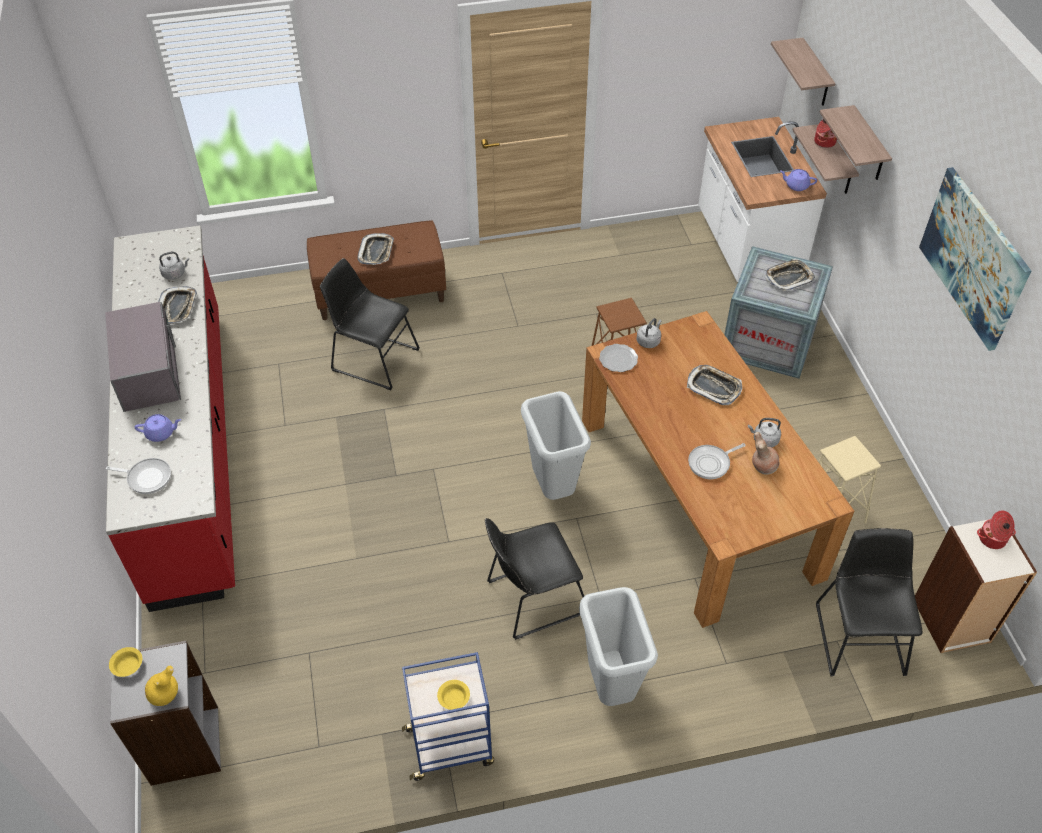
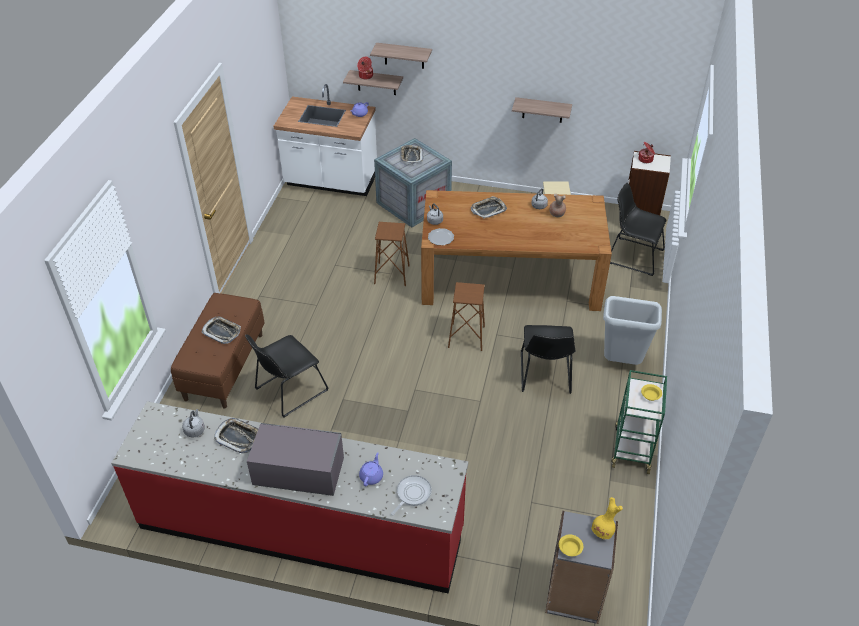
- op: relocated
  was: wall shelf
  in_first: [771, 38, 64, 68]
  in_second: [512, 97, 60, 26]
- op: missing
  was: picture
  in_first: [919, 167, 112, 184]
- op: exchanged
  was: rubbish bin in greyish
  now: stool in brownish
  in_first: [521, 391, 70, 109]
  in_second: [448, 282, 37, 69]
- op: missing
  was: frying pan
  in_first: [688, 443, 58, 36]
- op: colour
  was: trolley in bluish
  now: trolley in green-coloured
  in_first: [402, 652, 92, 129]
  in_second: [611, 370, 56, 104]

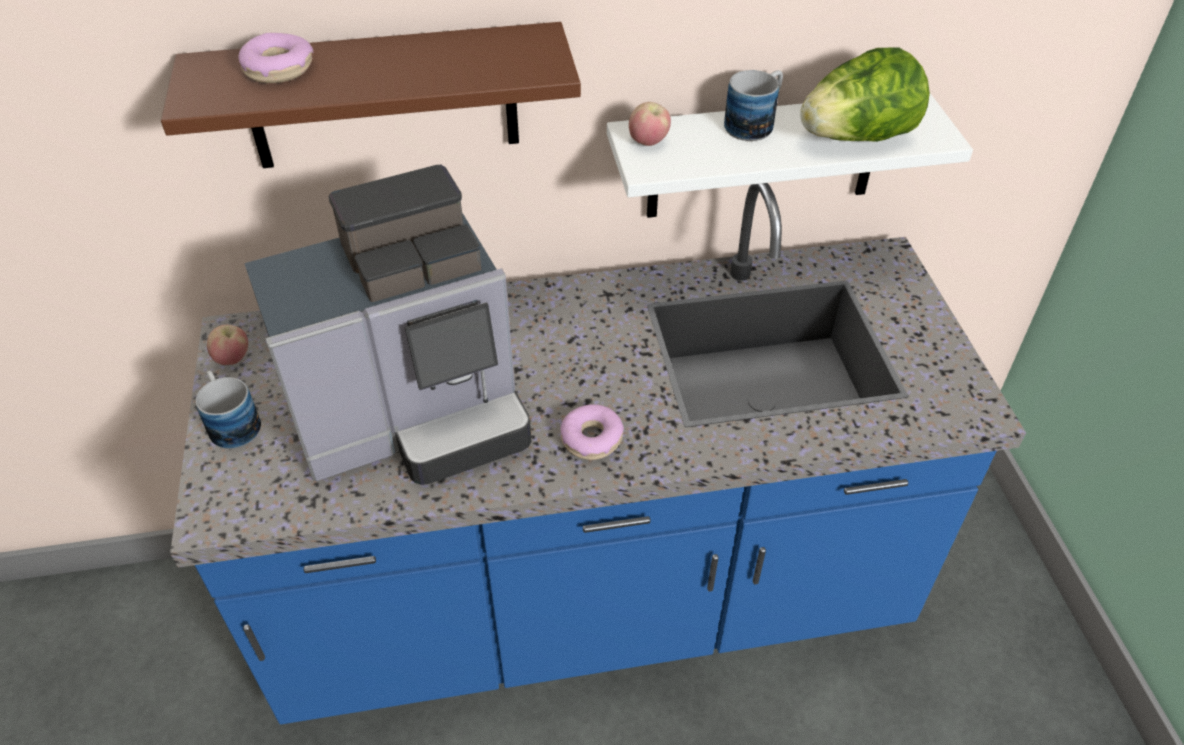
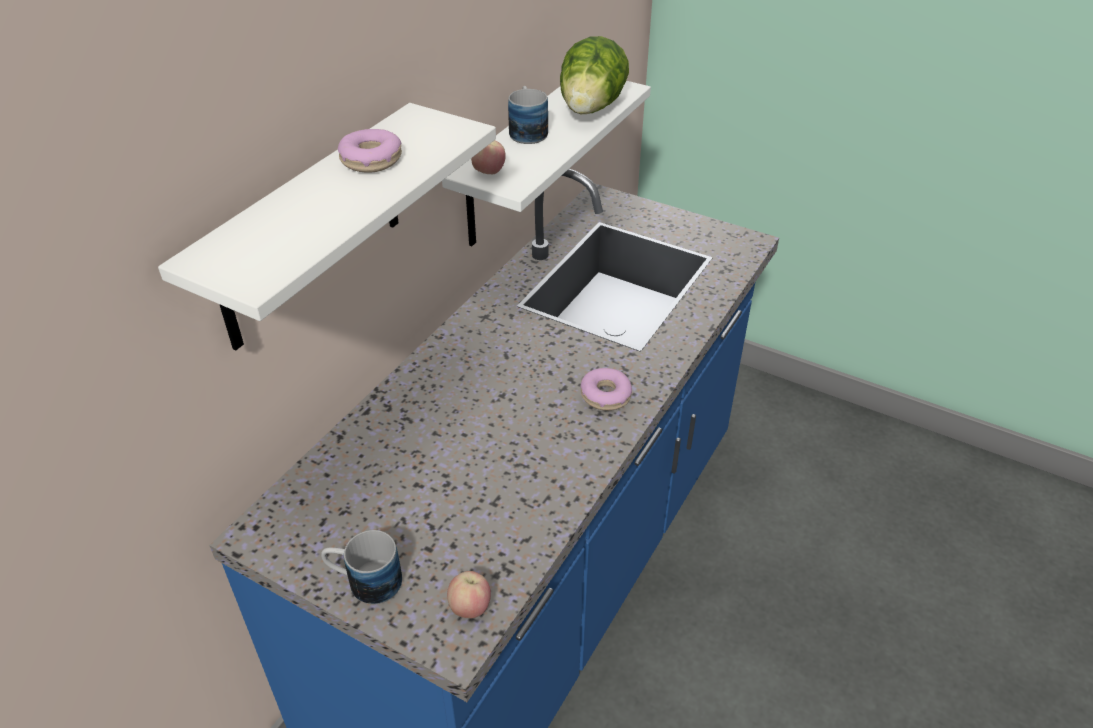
- op: colour
  was: wall shelf in brownish
  now: wall shelf in white
  in_first: [161, 22, 420, 146]
  in_second: [158, 103, 338, 247]
- op: relocated
  was: ring doughnut
  in_first: [238, 33, 75, 50]
  in_second: [338, 129, 64, 44]
- op: missing
  was: coffee brewer
  in_first: [244, 165, 288, 320]
- op: relocated
  was: apple
  in_first: [207, 325, 41, 40]
  in_second: [447, 571, 44, 47]

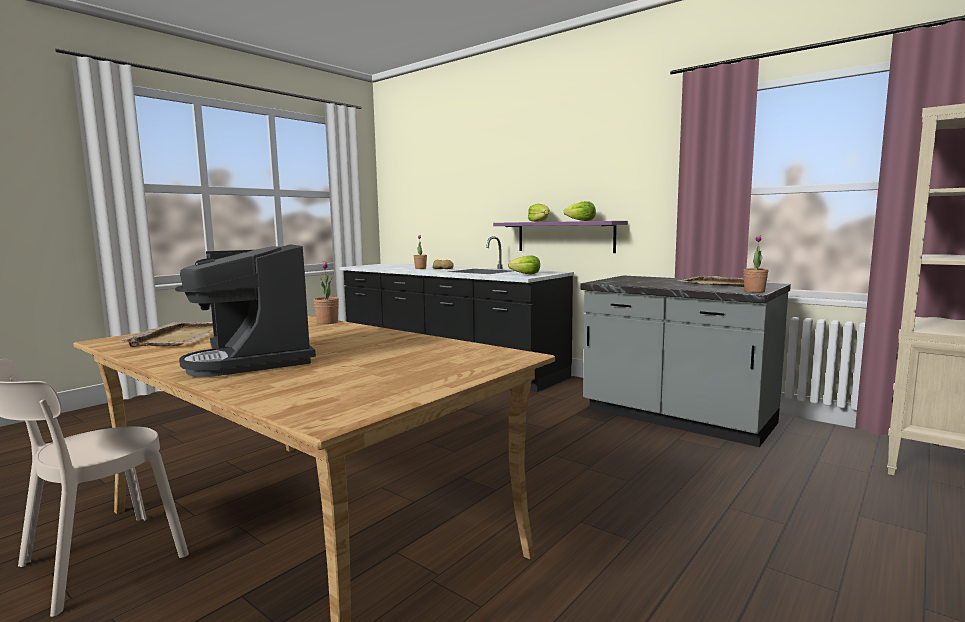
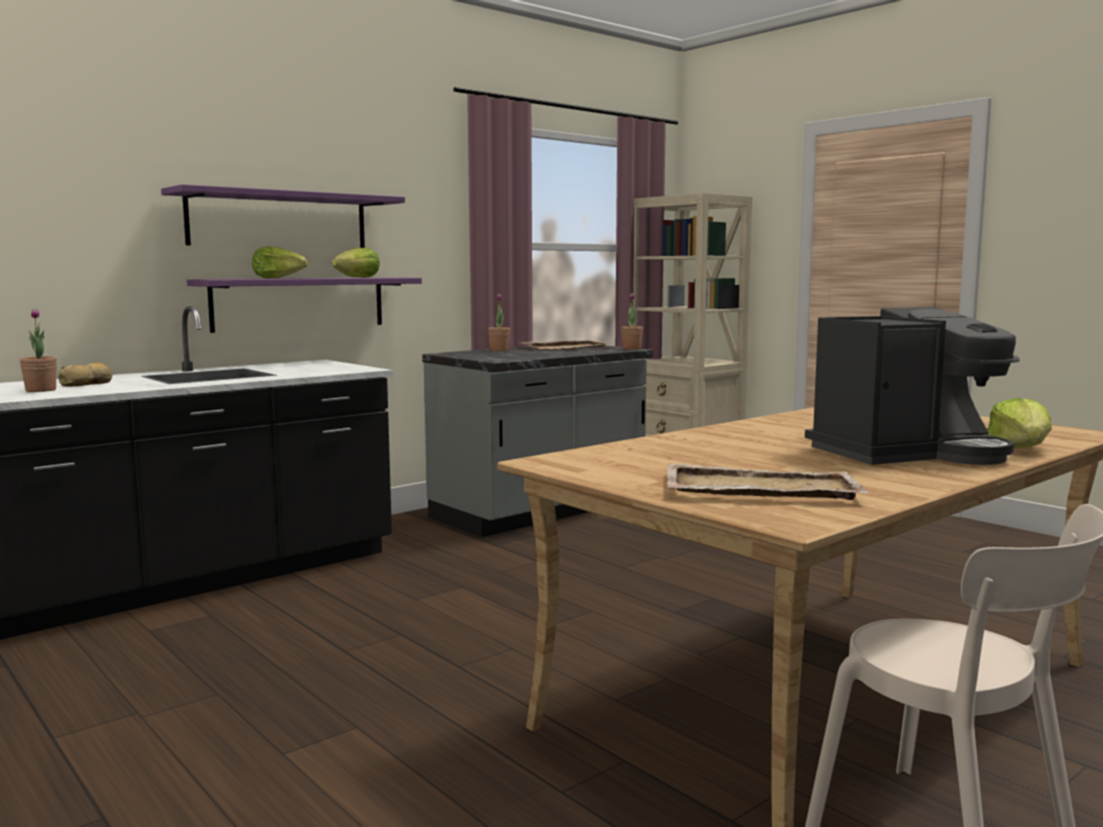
- op: relocated
  was: head of lettuce
  in_first: [508, 256, 32, 18]
  in_second: [986, 398, 66, 50]
- op: relocated
  was: plant in a pot
  in_first: [314, 261, 25, 63]
  in_second: [488, 294, 22, 57]
- op: appeared
  now: wall shelf in purple-coloured
  in_second: [161, 184, 244, 64]

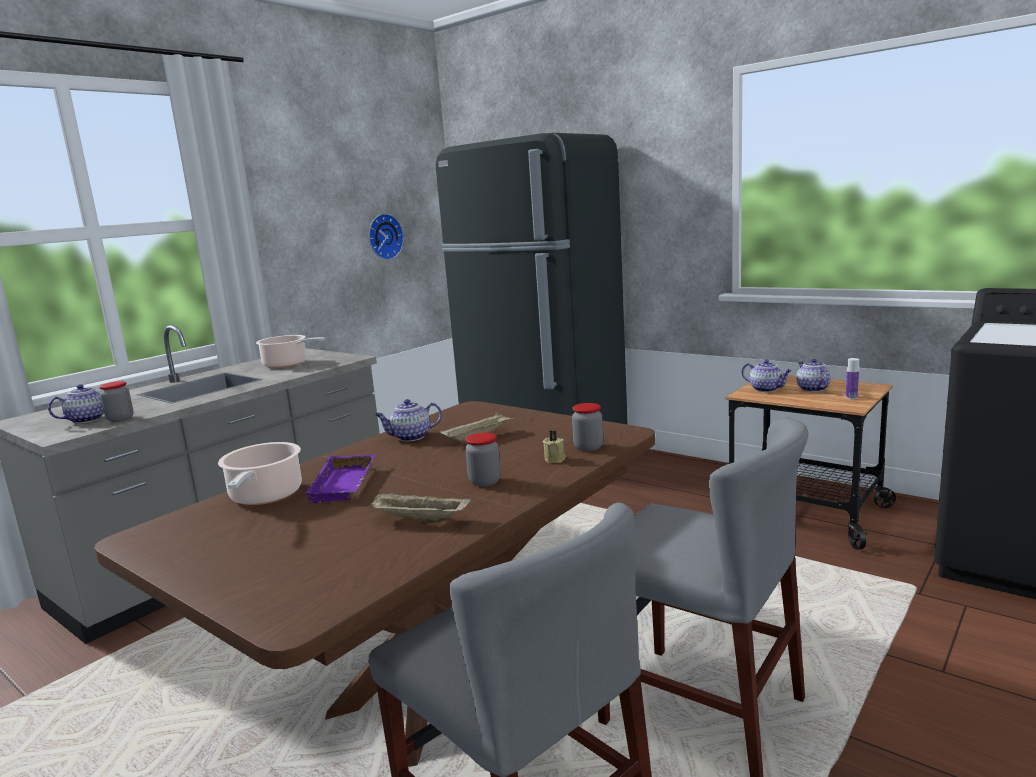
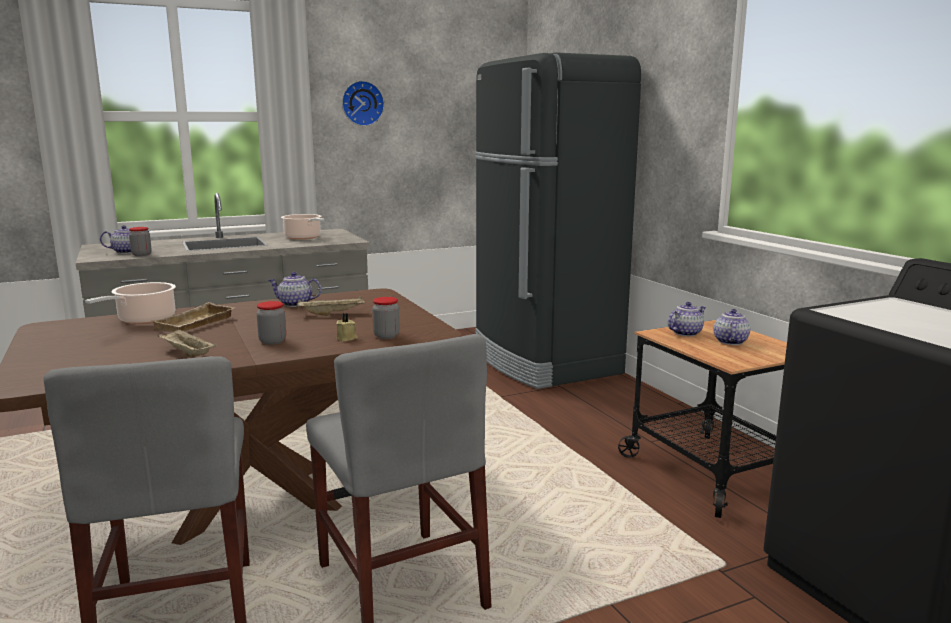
- op: relocated
  was: clock on the wall
  in_first: [369, 213, 35, 47]
  in_second: [342, 81, 42, 45]
- op: missing
  was: beverage bottle
  in_first: [846, 358, 13, 41]
- op: spun
  was: teapot
  in_first: [742, 360, 50, 32]
  in_second: [668, 302, 38, 34]
  clockwise: -105
- op: colour
  was: tray in purple-coloured
  now: tray in beige
  in_first: [303, 454, 73, 50]
  in_second: [153, 302, 83, 30]

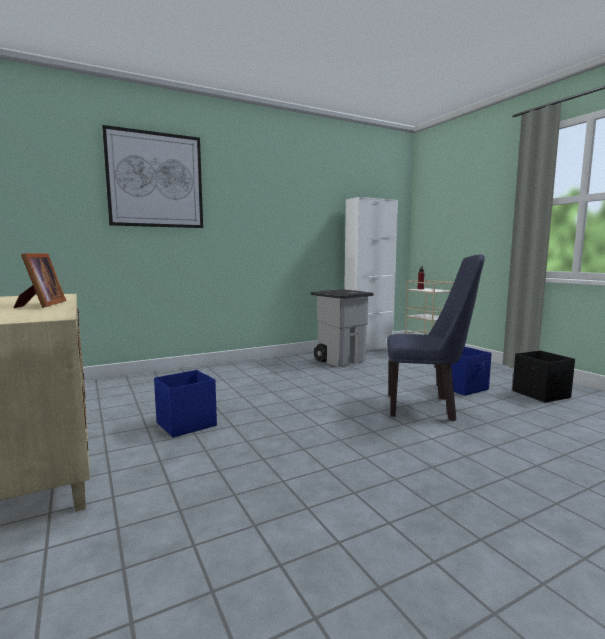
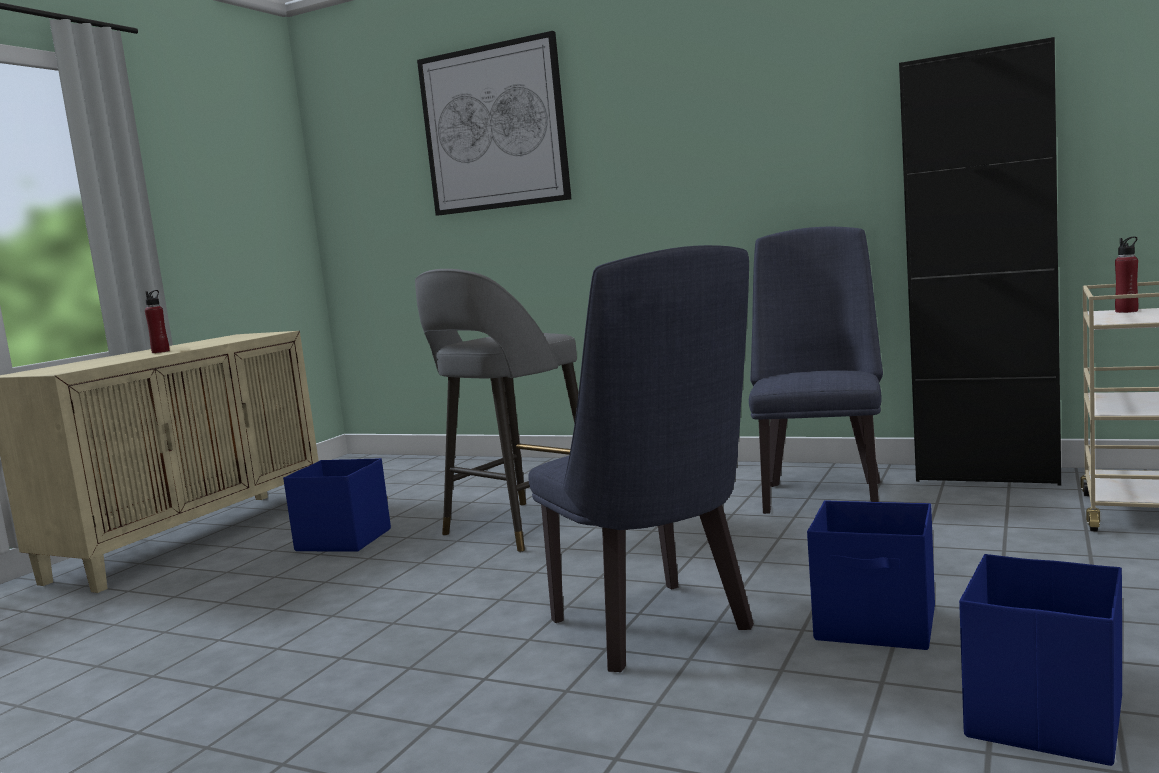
- op: colour
  was: storage cabinet in white
  now: storage cabinet in blackish
  in_first: [344, 197, 54, 153]
  in_second: [899, 37, 162, 449]
- op: exchanged
  was: picture frame
  now: beverage bottle in red
  in_first: [13, 253, 53, 55]
  in_second: [145, 290, 25, 63]
- op: exchanged
  was: rubbish bin in greyish
  now: plain chair in bluish
  in_first: [311, 289, 63, 78]
  in_second: [749, 227, 134, 287]
- op: colour
  was: storage container in blackish
  now: storage container in bluish
  in_first: [512, 350, 63, 52]
  in_second: [959, 554, 163, 212]
- op: appeared
  now: stool in greyish
  in_second: [415, 269, 163, 283]

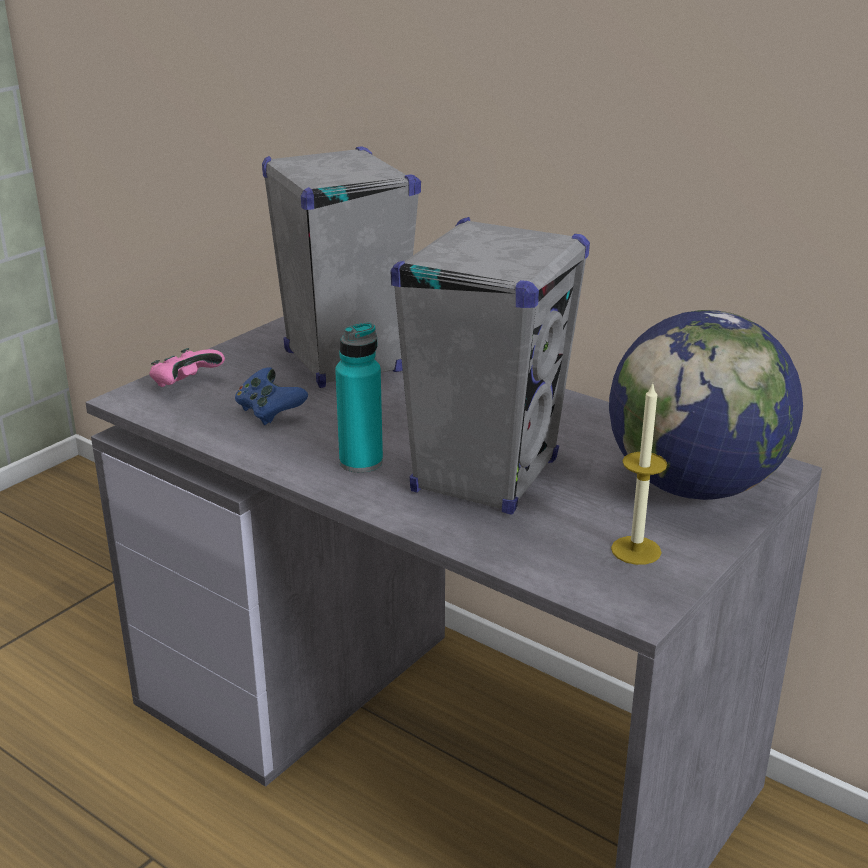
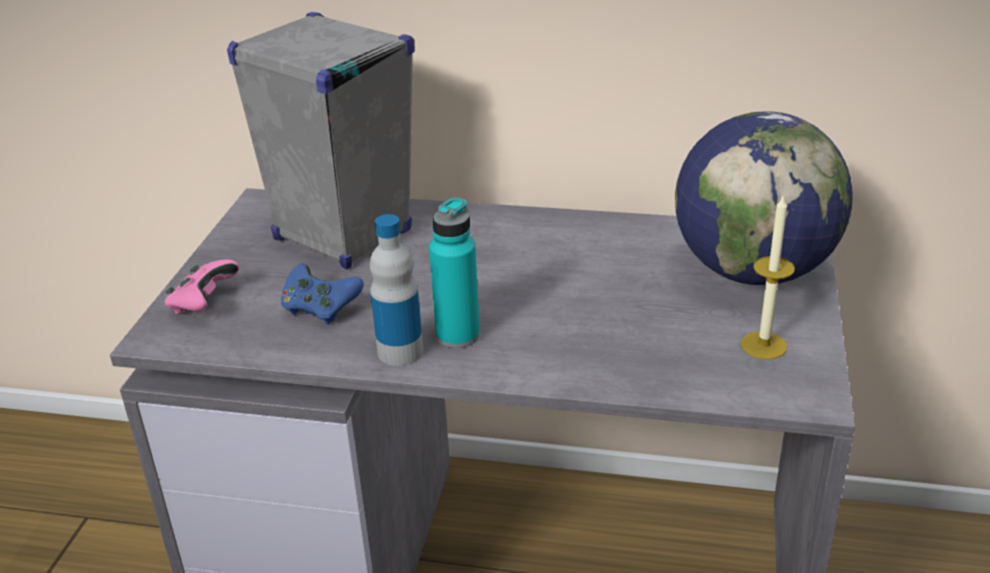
- op: missing
  was: speaker in greyish
  in_first: [390, 217, 200, 297]
- op: appeared
  now: beverage bottle
  in_second: [370, 214, 53, 152]

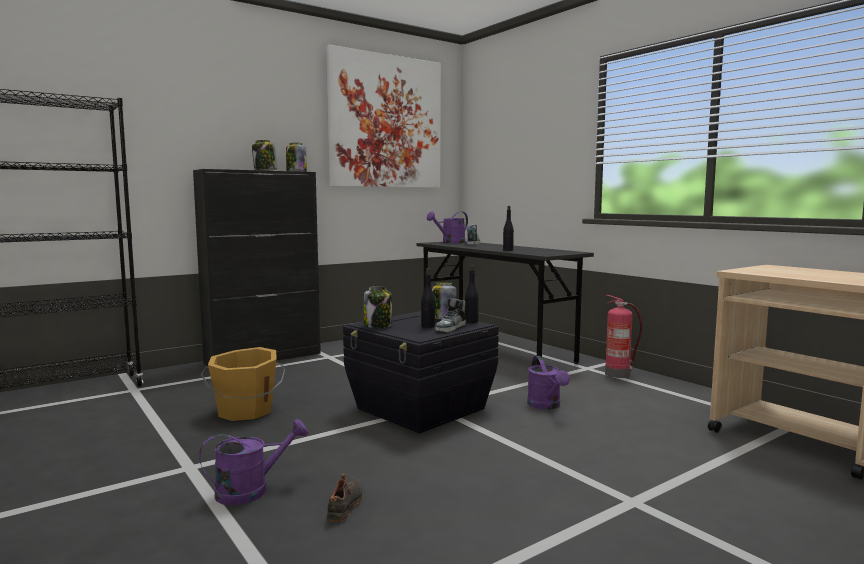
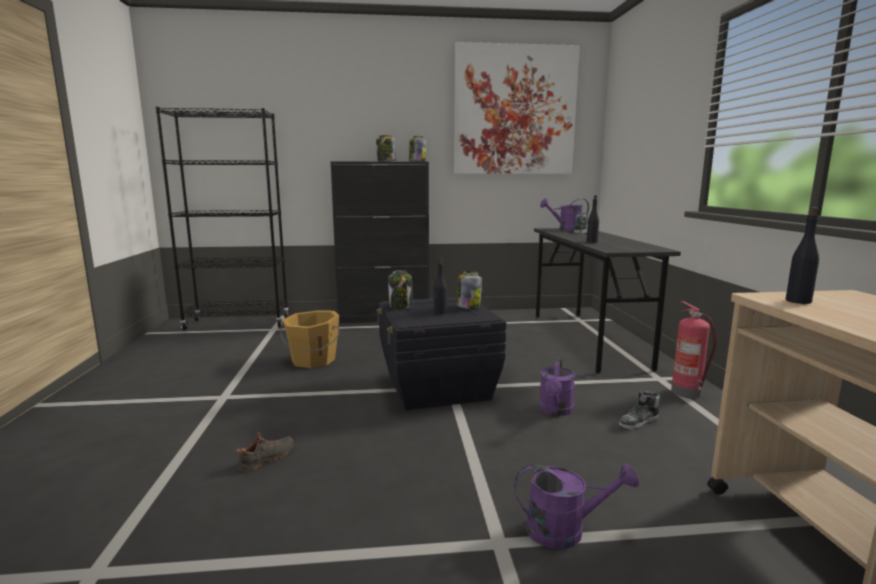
- op: relocated
  was: beverage bottle in blackish
  in_first: [465, 265, 13, 58]
  in_second: [786, 207, 33, 97]
- op: relocated
  was: low shoe
  in_first: [435, 298, 31, 34]
  in_second: [619, 391, 42, 39]
- op: relocated
  was: sprinkling can in purple-coloured
  in_first: [199, 419, 109, 86]
  in_second: [514, 463, 125, 86]

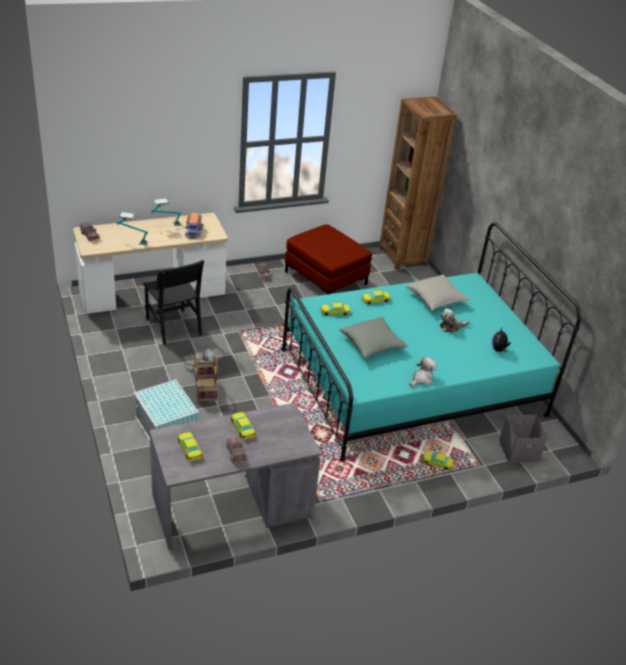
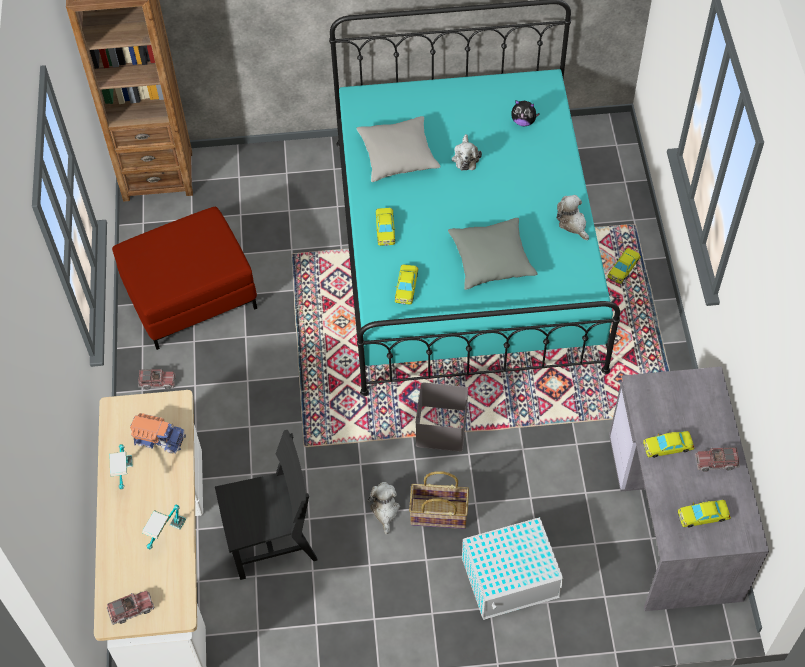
- op: relocated
  was: storage container in greyish
  in_first: [499, 415, 49, 48]
  in_second: [416, 382, 52, 70]

